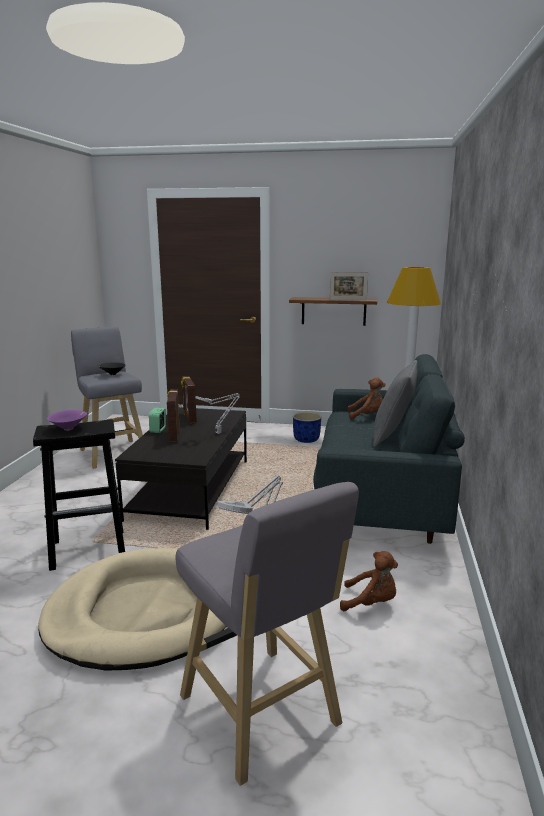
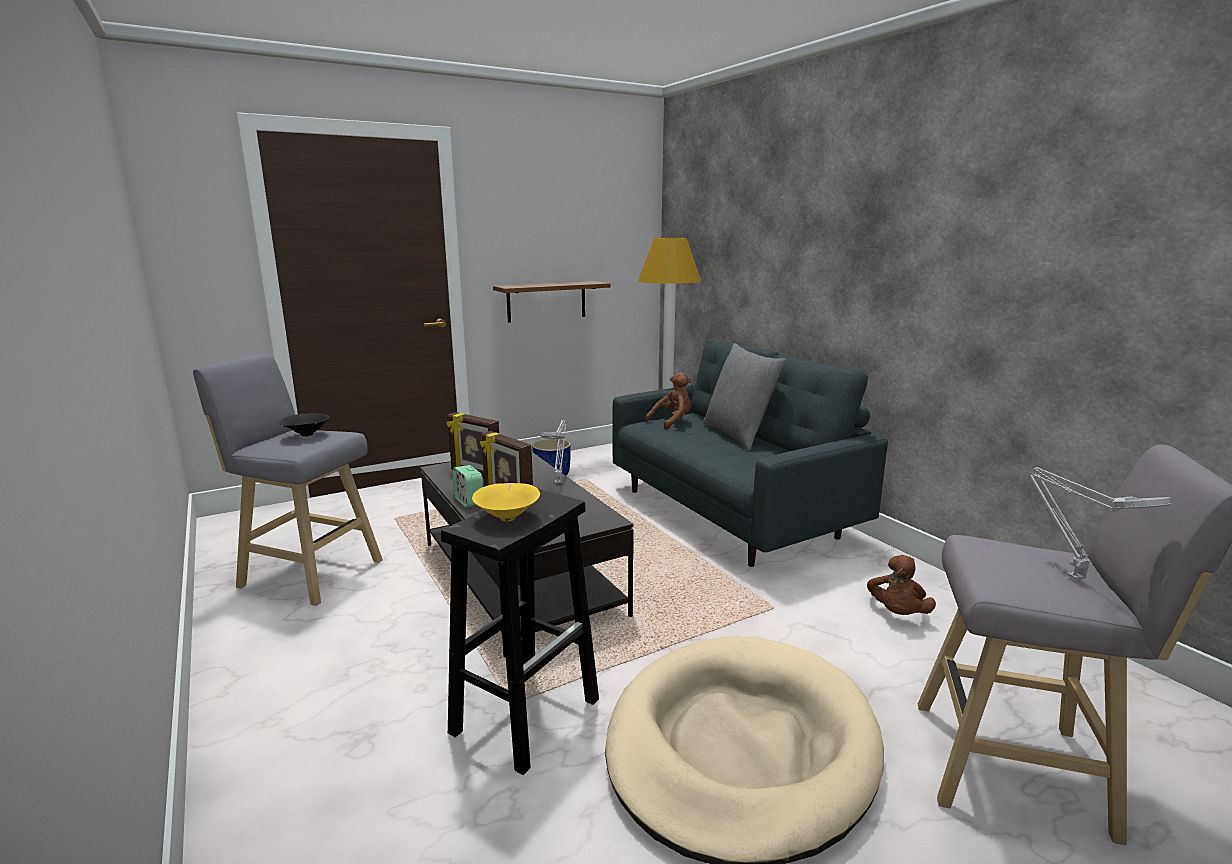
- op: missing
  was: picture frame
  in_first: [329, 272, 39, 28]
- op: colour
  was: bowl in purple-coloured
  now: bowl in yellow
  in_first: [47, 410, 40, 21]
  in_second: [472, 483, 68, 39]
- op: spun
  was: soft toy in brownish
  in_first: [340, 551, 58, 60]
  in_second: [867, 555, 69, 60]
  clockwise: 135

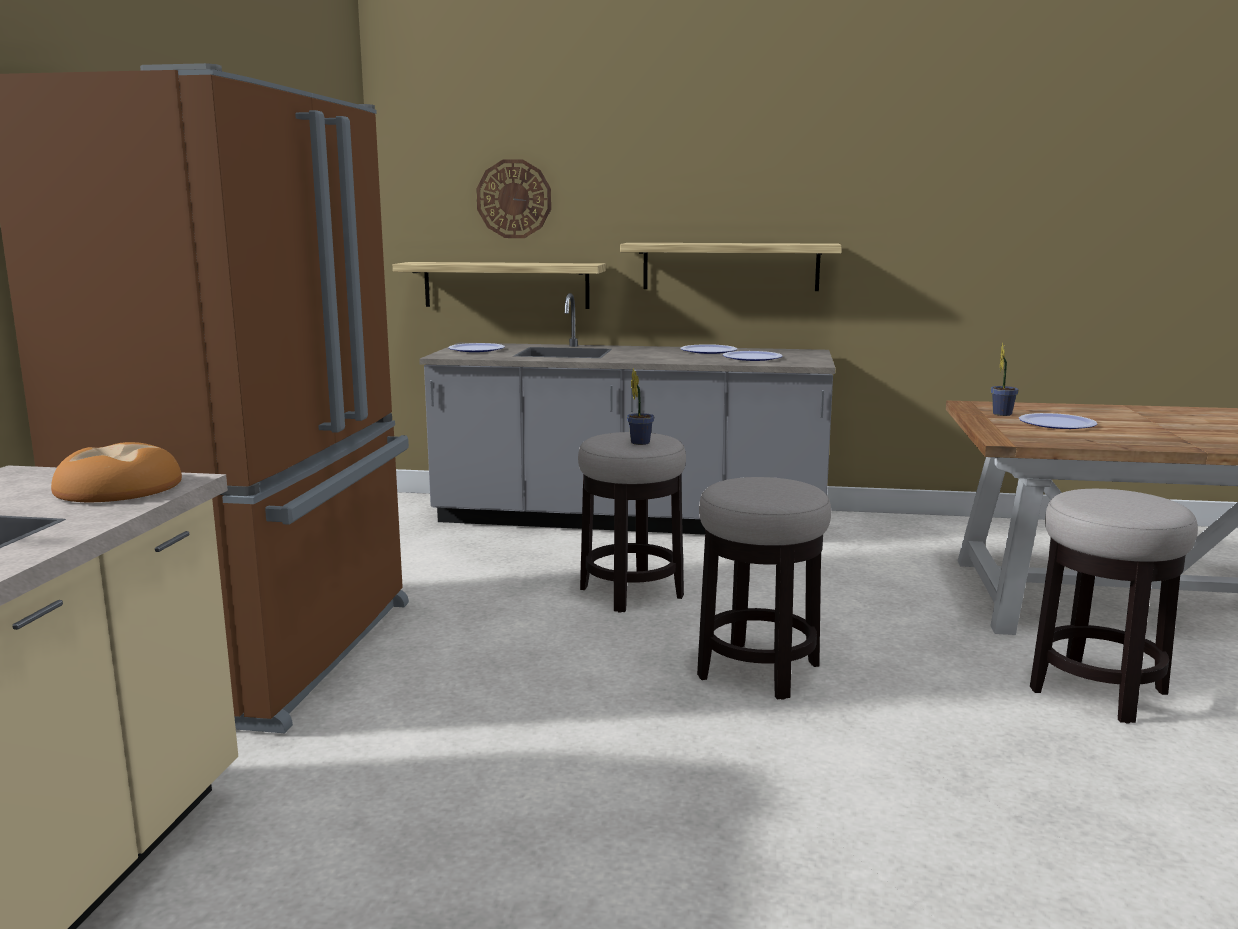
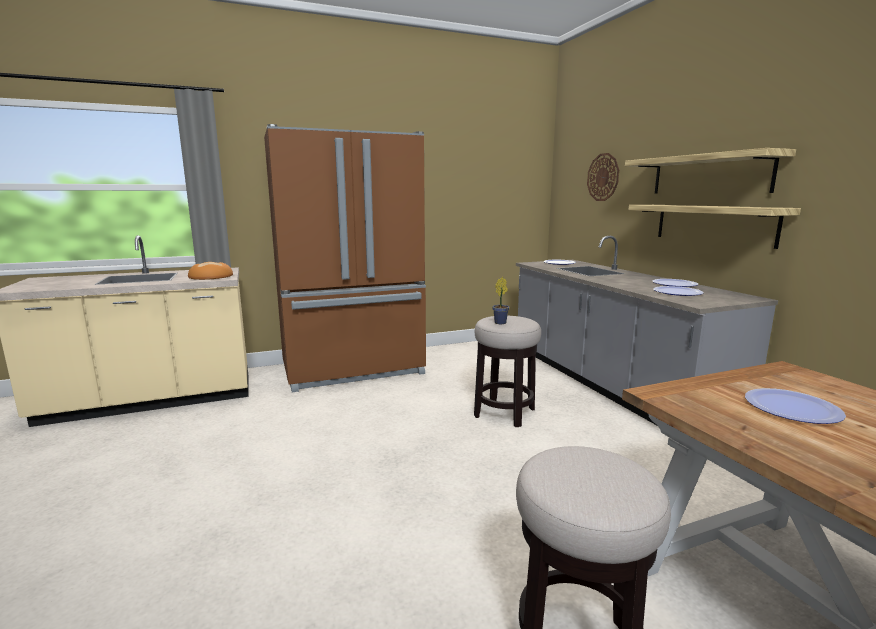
- op: relocated
  was: wall shelf
  in_first: [393, 262, 213, 47]
  in_second: [625, 148, 171, 45]
- op: missing
  was: plant in a pot
  in_first: [991, 342, 28, 74]
- op: missing
  was: stool
  in_first: [697, 477, 134, 223]

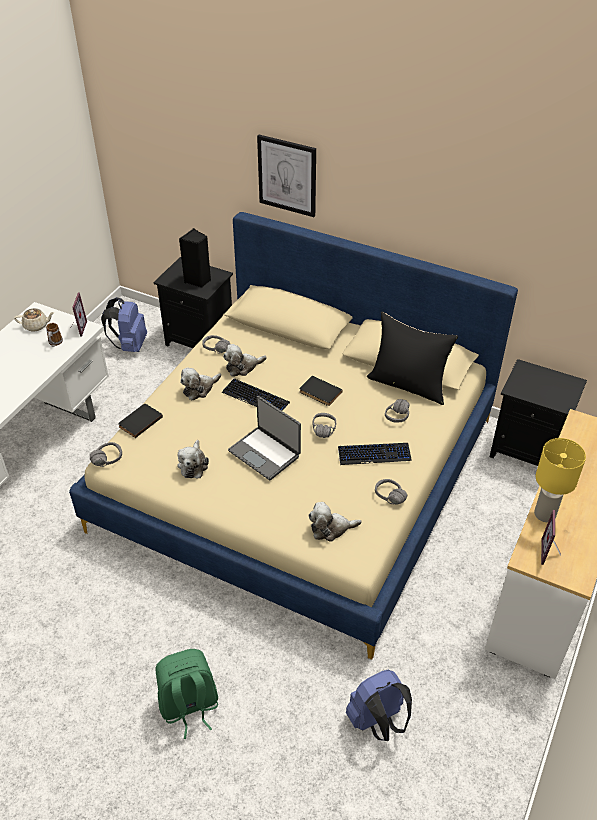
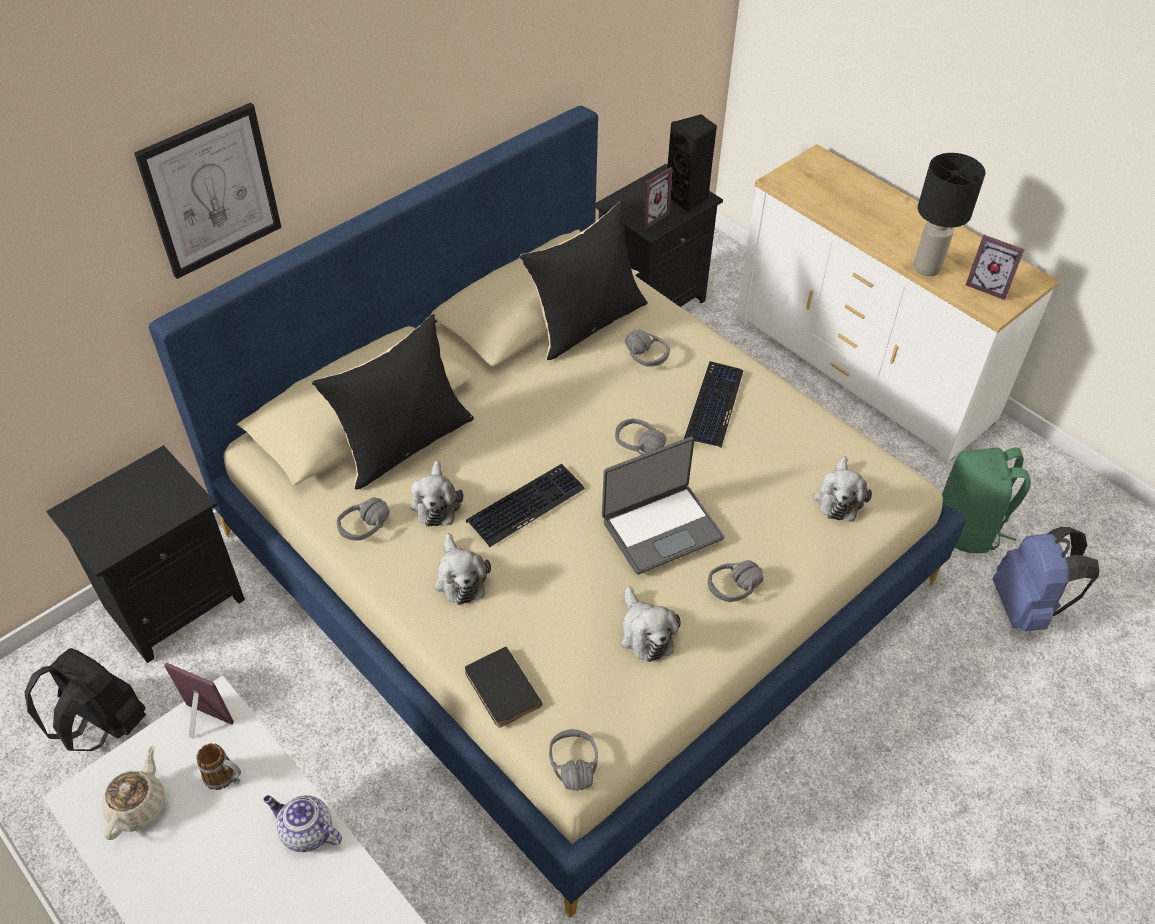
- op: relocated
  was: speaker in blackish
  in_first: [179, 228, 32, 60]
  in_second: [667, 114, 50, 99]
- op: colour
  was: backpack in bluish
  now: backpack in blackish
  in_first: [101, 297, 46, 55]
  in_second: [24, 648, 122, 103]
- op: missing
  was: book in blackish
  in_first: [300, 376, 42, 30]
- op: colour
  was: lamp for a table in yellow
  now: lamp for a table in blackish
  in_first: [534, 438, 52, 84]
  in_second: [913, 153, 72, 123]
- op: spun
  was: soft toy
  in_first: [177, 440, 32, 38]
  in_second: [621, 586, 60, 76]
  clockwise: 45
- op: relocated
  was: headphones in greyish
  in_first: [375, 479, 32, 26]
  in_second: [708, 560, 56, 42]
- op: relocated
  was: backpack in green-coloured
  in_first: [156, 649, 62, 90]
  in_second: [942, 448, 89, 105]
- op: appeared
  now: picture frame
  in_second: [643, 167, 29, 62]
- op: appeared
  now: pillow in blackish
  in_second: [312, 314, 162, 175]
- op: appeared
  now: teapot
  in_second: [263, 795, 79, 57]

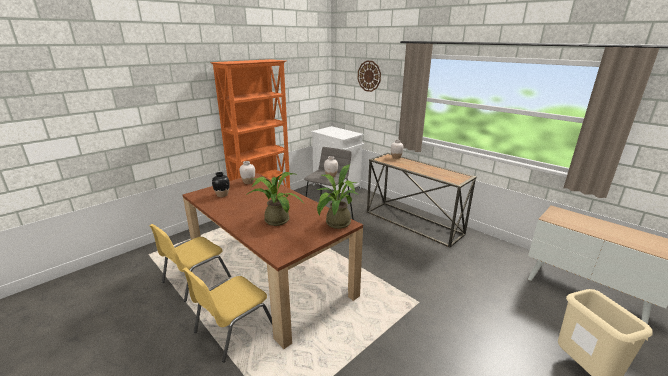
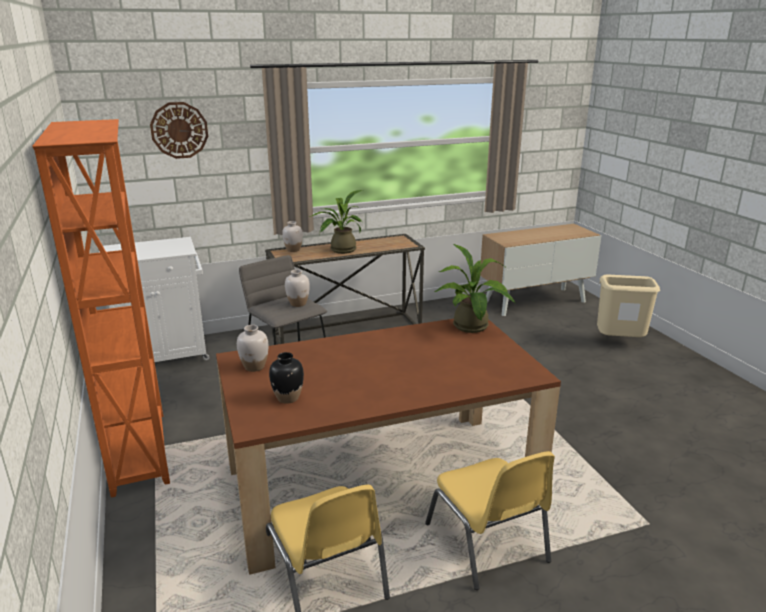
- op: relocated
  was: plant in a pot
  in_first: [246, 172, 58, 54]
  in_second: [309, 190, 53, 64]

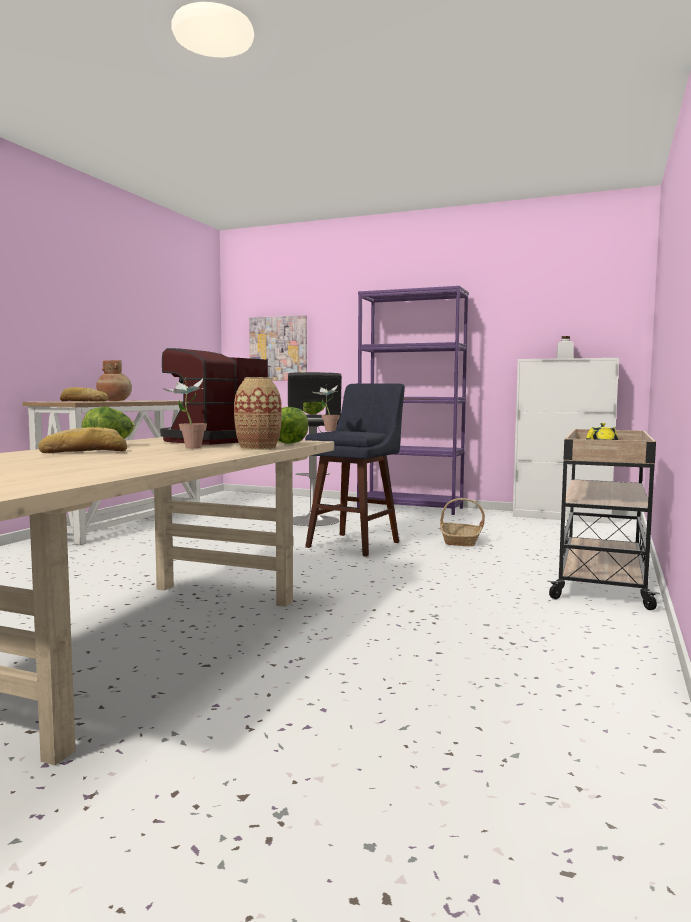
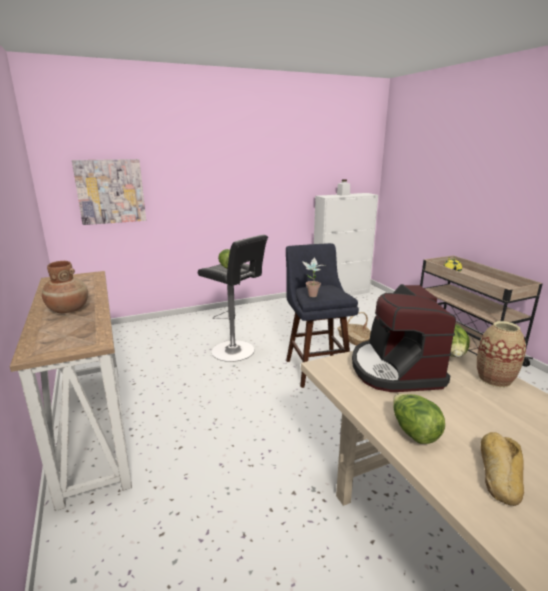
- op: missing
  was: shelving unit in purple-coloured
  in_first: [357, 286, 112, 229]
- op: missing
  was: plant in a pot
  in_first: [162, 377, 45, 72]
- op: missing
  was: baked bread
  in_first: [60, 387, 48, 14]

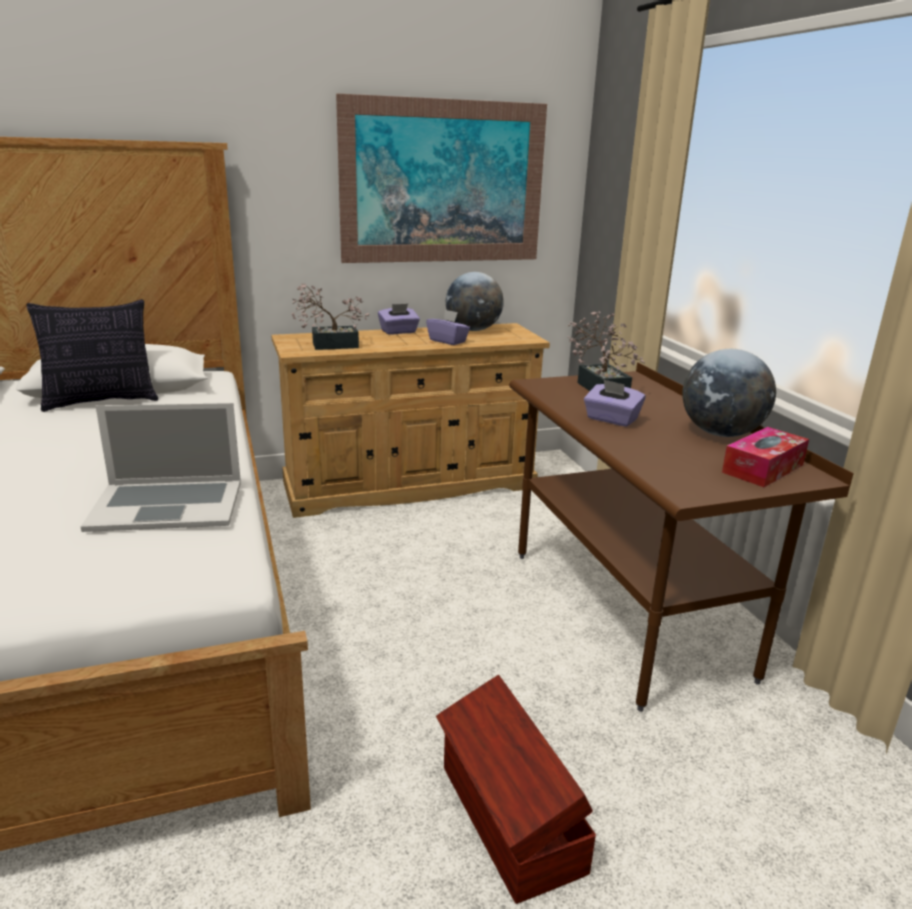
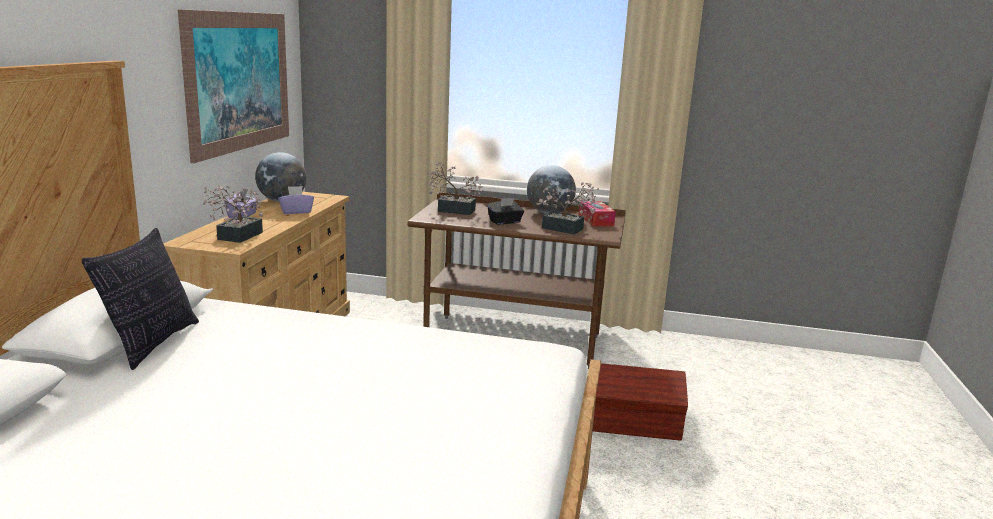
- op: colour
  was: tissue holder in purple-coloured
  now: tissue holder in blackish
  in_first: [584, 379, 61, 48]
  in_second: [487, 198, 37, 26]
- op: missing
  was: portable computer
  in_first: [81, 403, 160, 129]
- op: appeared
  now: plant in a pot
  in_second: [536, 183, 63, 51]

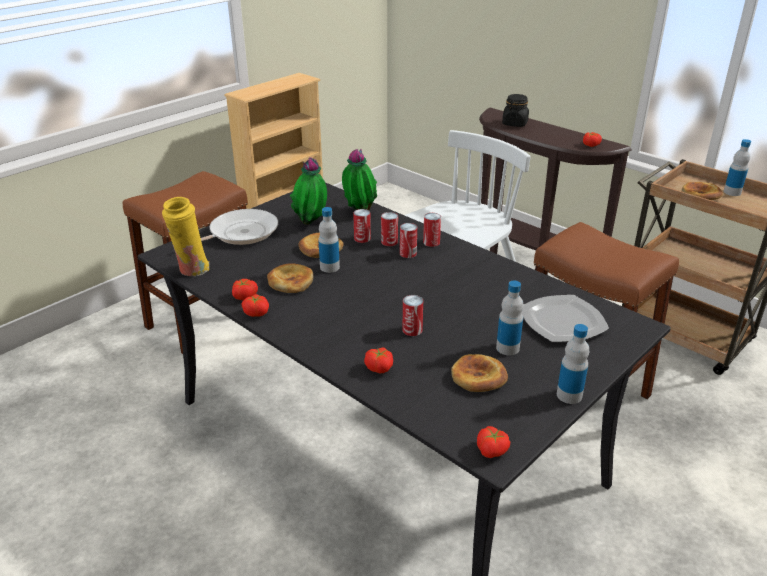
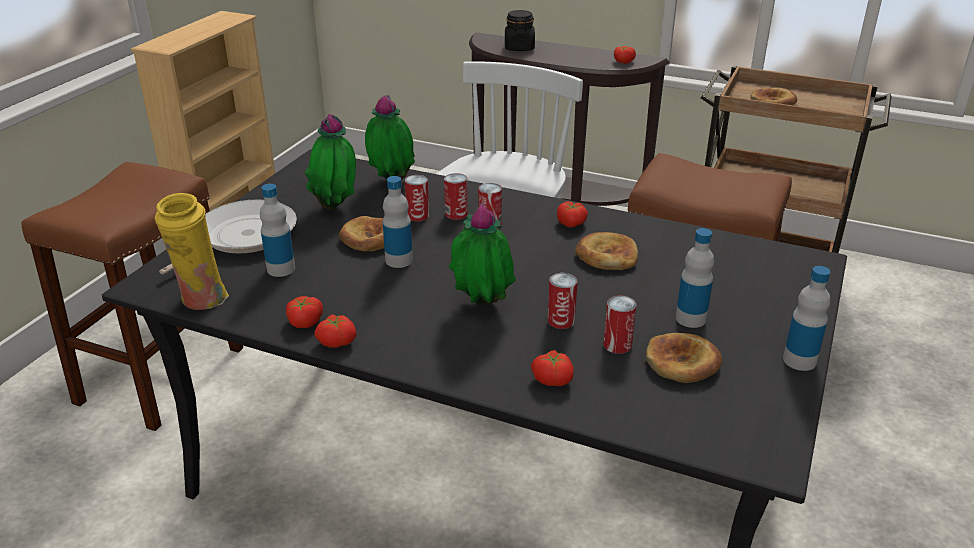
- op: relocated
  was: beverage bottle
  in_first: [724, 139, 27, 57]
  in_second: [260, 184, 35, 93]
- op: relocated
  was: metal can
  in_first: [423, 213, 18, 34]
  in_second: [603, 295, 33, 59]
- op: relocated
  was: baked bread
  in_first: [267, 263, 46, 30]
  in_second: [575, 232, 63, 38]
- op: missing
  was: dinner plate
  in_first: [522, 295, 87, 47]
- op: relocated
  was: whole tomato
  in_first: [477, 426, 33, 32]
  in_second: [557, 201, 31, 26]
- op: appeared
  now: plant in a pot
  in_second: [449, 202, 67, 103]

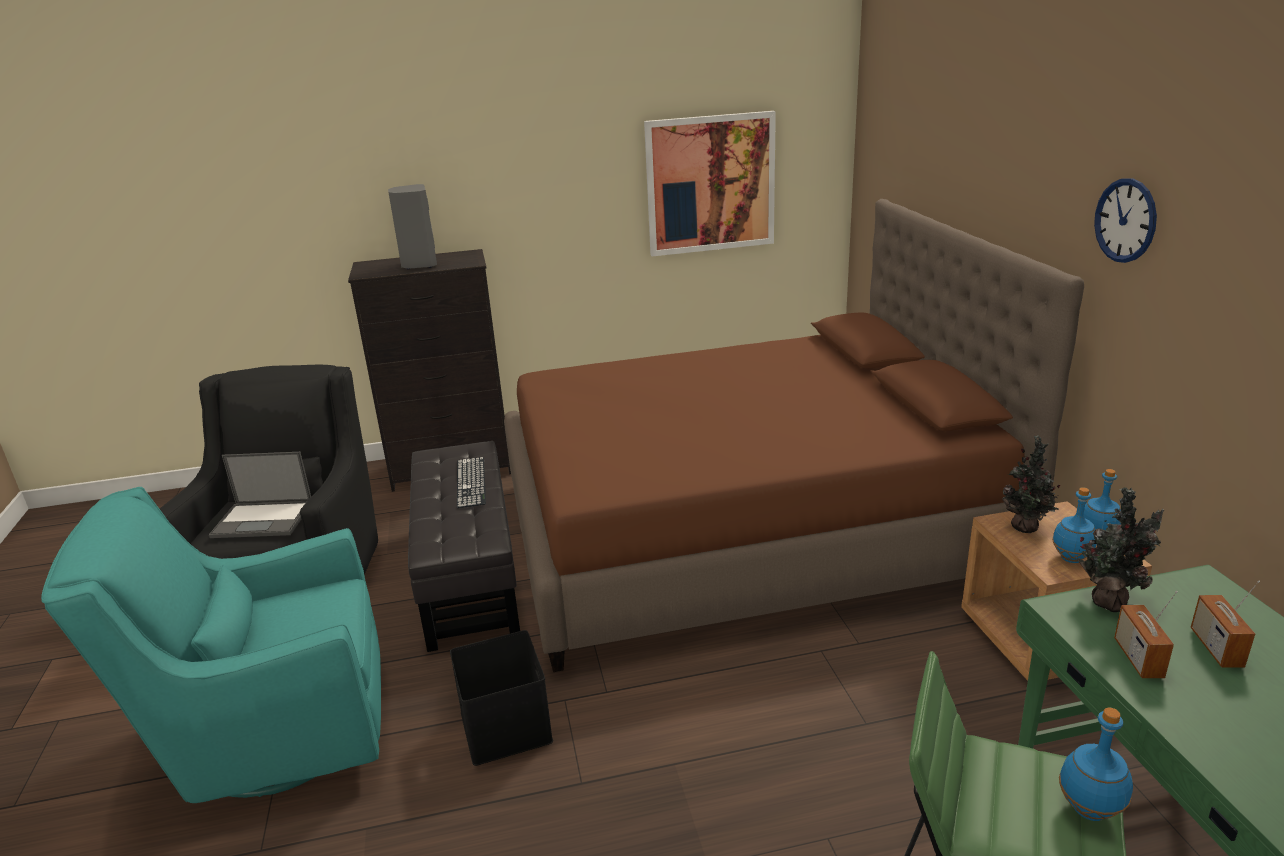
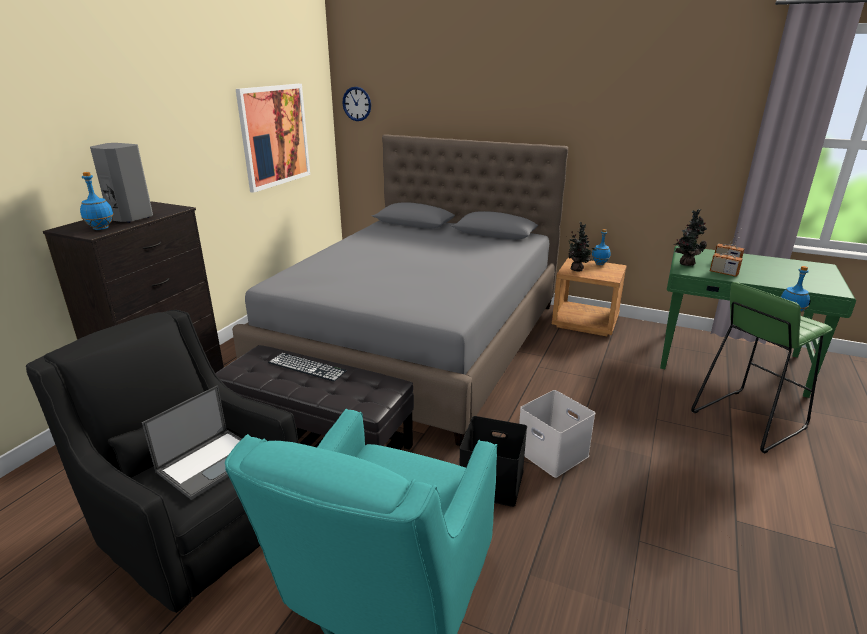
- op: relocated
  was: clock on the wall
  in_first: [1094, 178, 63, 85]
  in_second: [342, 87, 29, 34]
- op: colour
  was: bed in brownish
  now: bed in greyish
  in_first: [504, 199, 580, 473]
  in_second: [232, 134, 336, 312]
- op: relocated
  was: beverage bottle in bluish
  in_first: [1052, 487, 45, 76]
  in_second: [80, 172, 34, 58]
- op: appeared
  now: storage container in white
  in_second: [519, 390, 76, 88]

